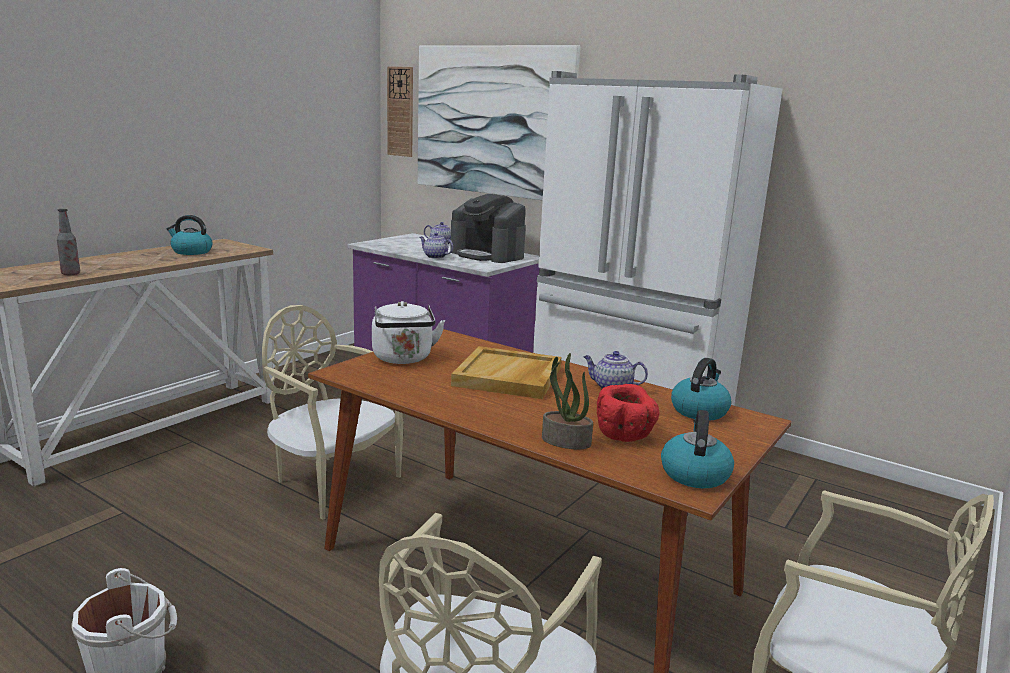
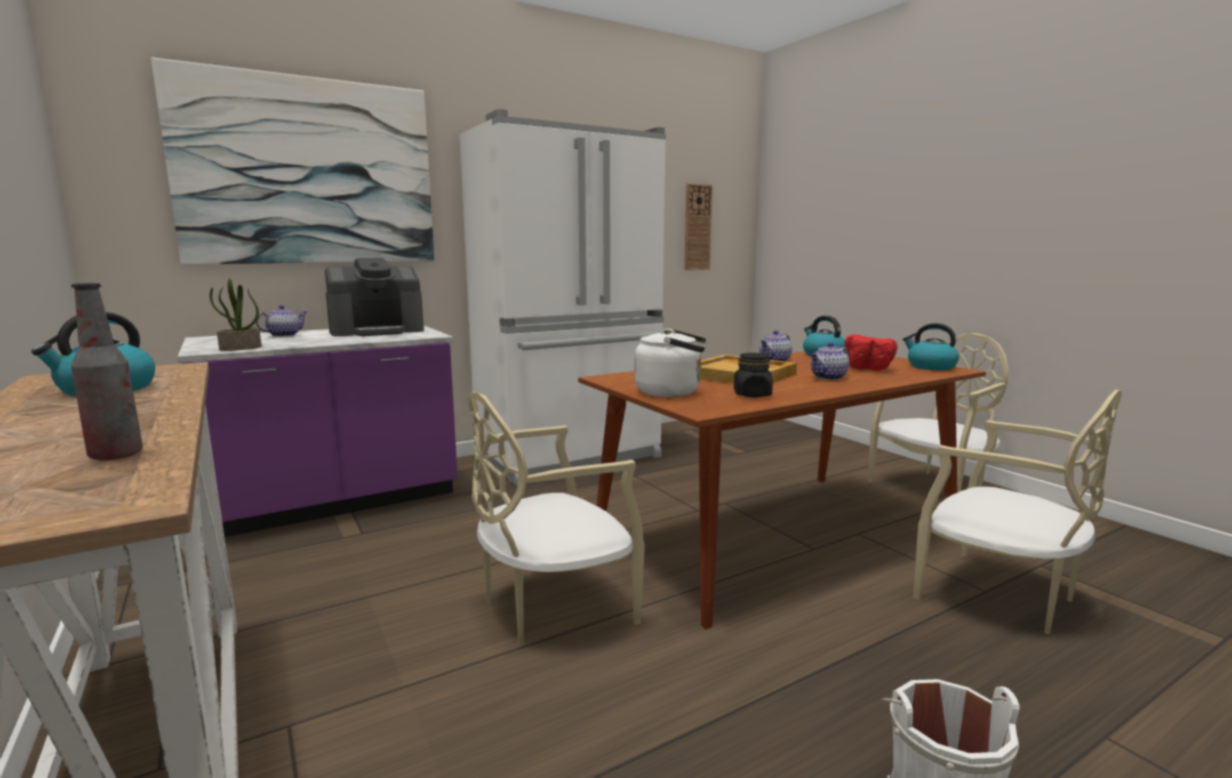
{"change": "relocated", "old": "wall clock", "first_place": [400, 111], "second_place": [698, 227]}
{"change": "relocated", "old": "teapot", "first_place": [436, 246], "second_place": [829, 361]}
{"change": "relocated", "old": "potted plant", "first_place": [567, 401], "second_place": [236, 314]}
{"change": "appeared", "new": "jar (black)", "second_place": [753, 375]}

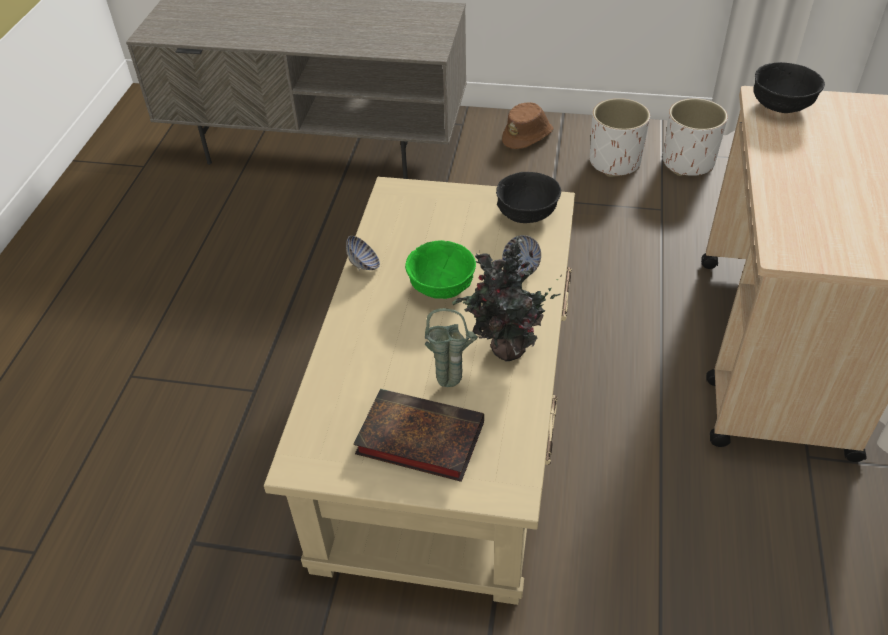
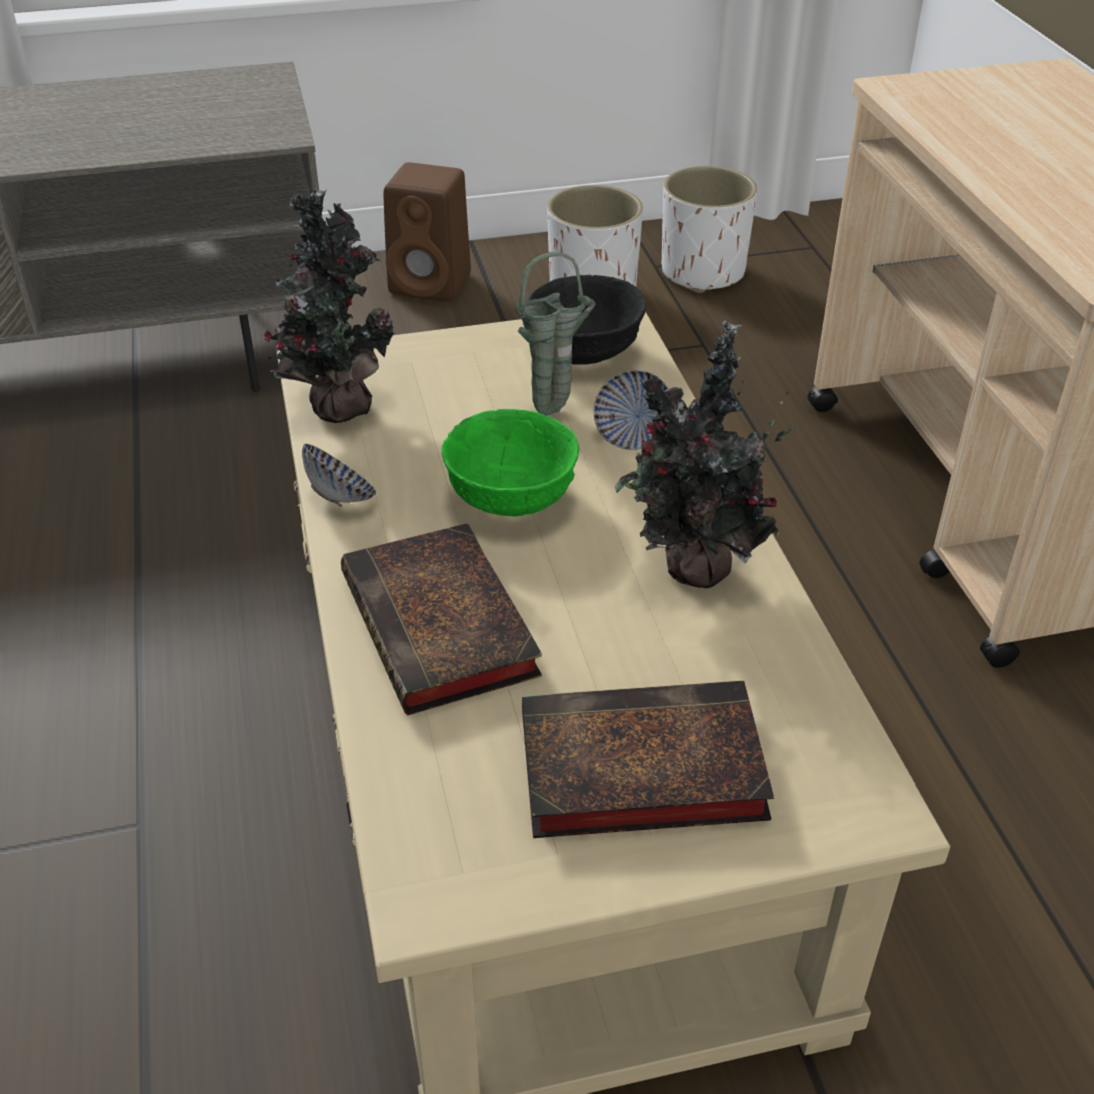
{"change": "relocated", "old": "vase (green)", "first_place": [451, 347], "second_place": [556, 333]}
{"change": "exchanged", "old": "hat (brown)", "new": "speaker (brown)", "first_place": [528, 125], "second_place": [427, 232]}
{"change": "missing", "old": "bowl (black)", "first_place": [789, 87]}
{"change": "appeared", "new": "potted plant", "second_place": [329, 306]}
{"change": "appeared", "new": "book", "second_place": [441, 619]}

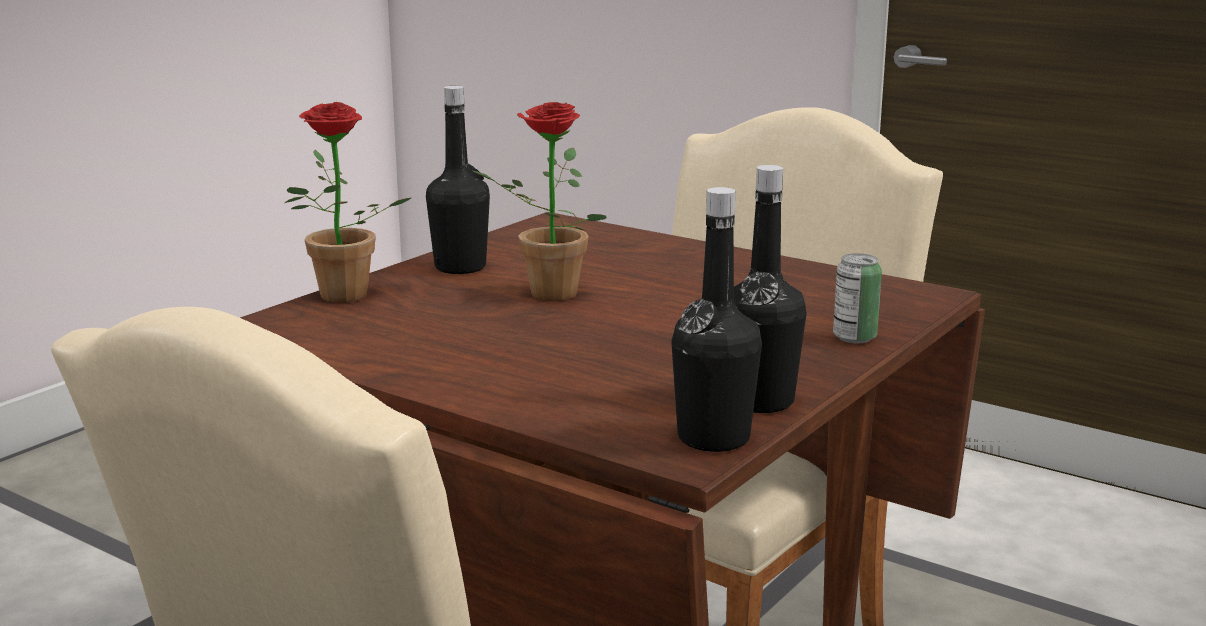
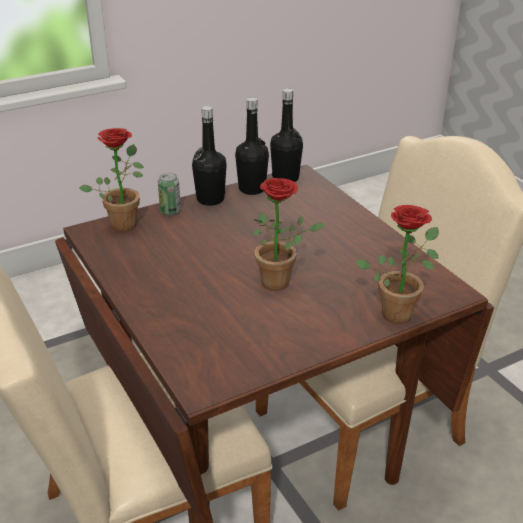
{"change": "relocated", "old": "bottle (black)", "first_place": [458, 180], "second_place": [209, 156]}
{"change": "appeared", "new": "potted plant", "second_place": [111, 180]}

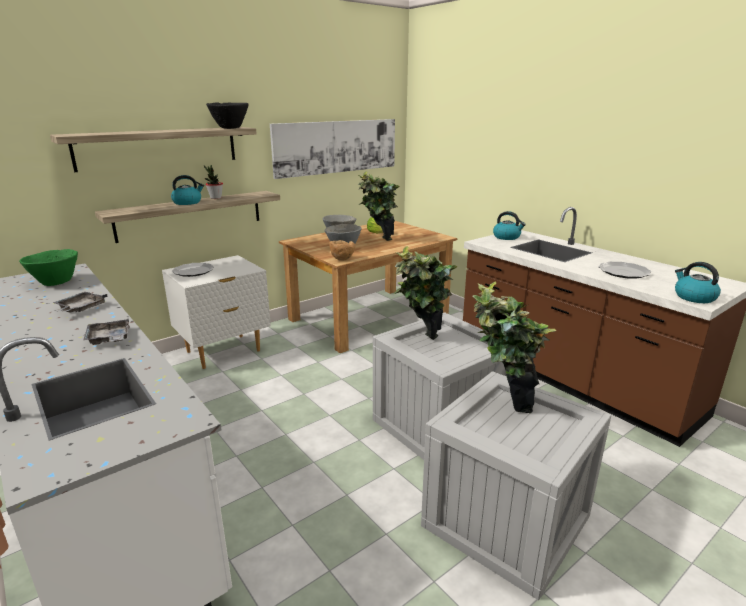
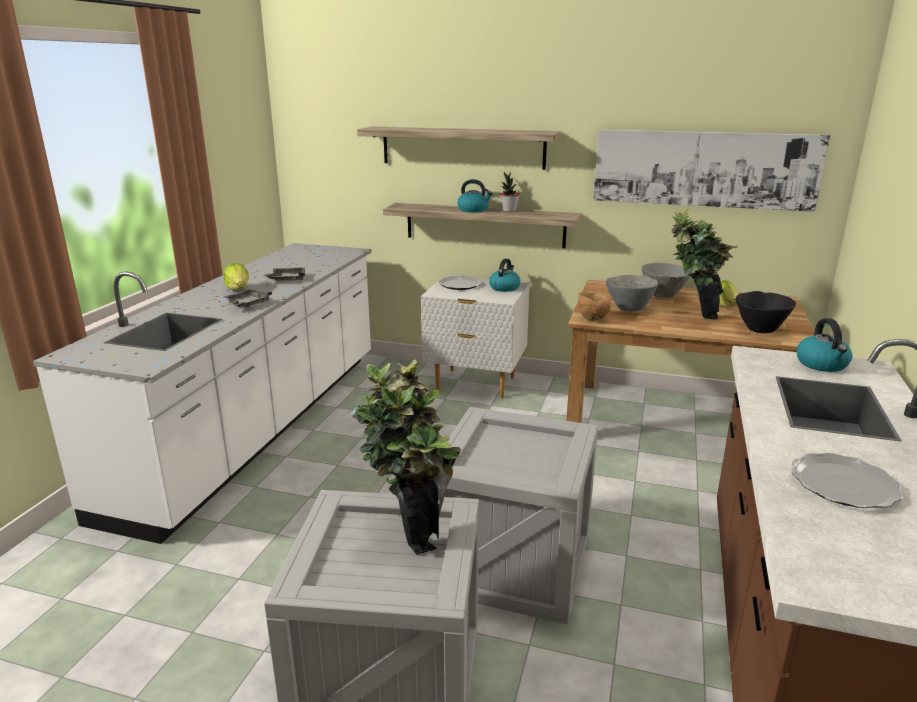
{"change": "missing", "old": "bowl (green)", "first_place": [48, 267]}
{"change": "relocated", "old": "bowl (black)", "first_place": [227, 116], "second_place": [765, 312]}
{"change": "missing", "old": "potted plant", "first_place": [425, 293]}
{"change": "relocated", "old": "kettle", "first_place": [698, 282], "second_place": [504, 275]}
{"change": "appeared", "new": "lettuce", "second_place": [236, 277]}

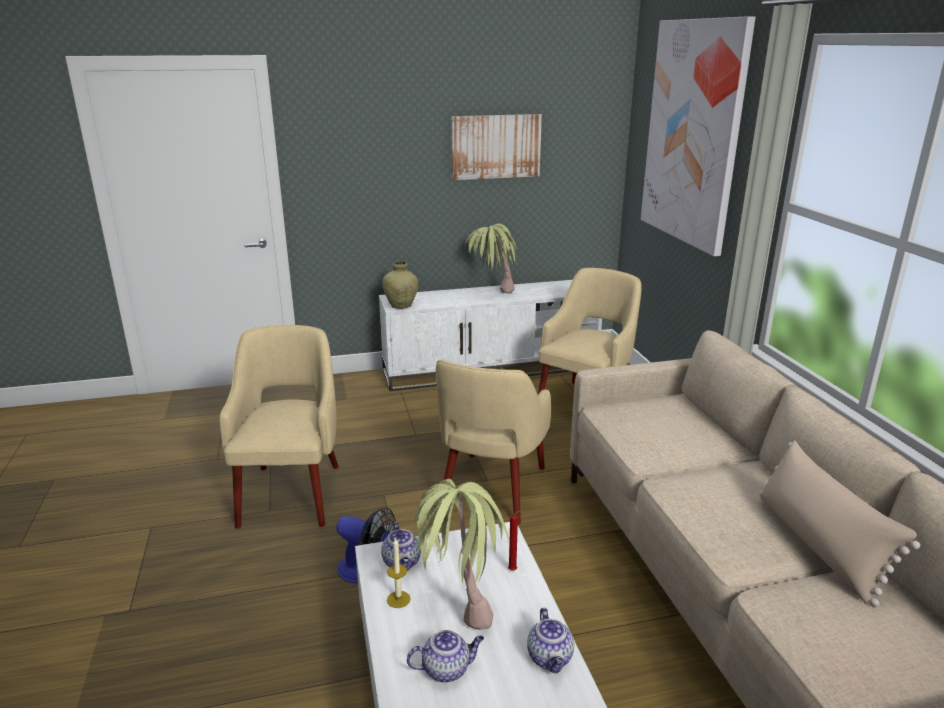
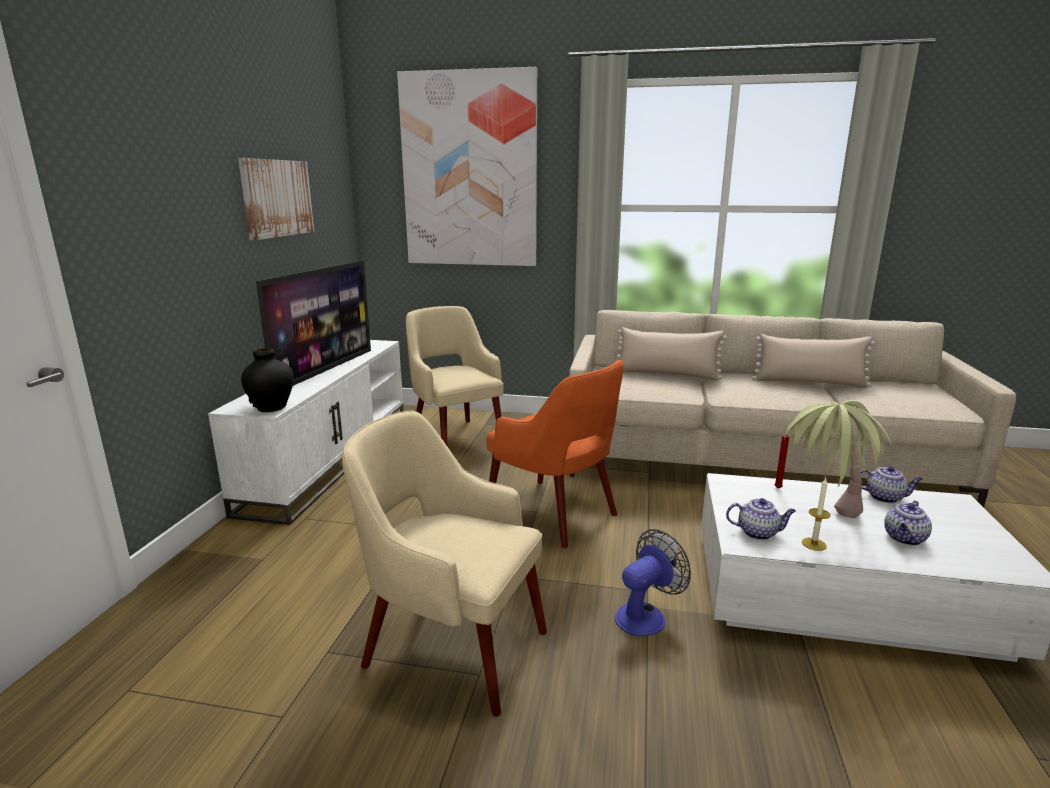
{"change": "colour", "old": "vase (beige)", "new": "vase (black)", "first_place": [400, 285], "second_place": [267, 379]}
{"change": "spun", "old": "teapot", "first_place": [445, 656], "second_place": [908, 523], "degrees": -150}
{"change": "colour", "old": "armchair (beige)", "new": "armchair (orange)", "first_place": [493, 442], "second_place": [555, 454]}
{"change": "exchanged", "old": "potted plant", "new": "television", "first_place": [491, 259], "second_place": [313, 323]}
{"change": "appeared", "new": "pillow (beige)", "second_place": [672, 354]}

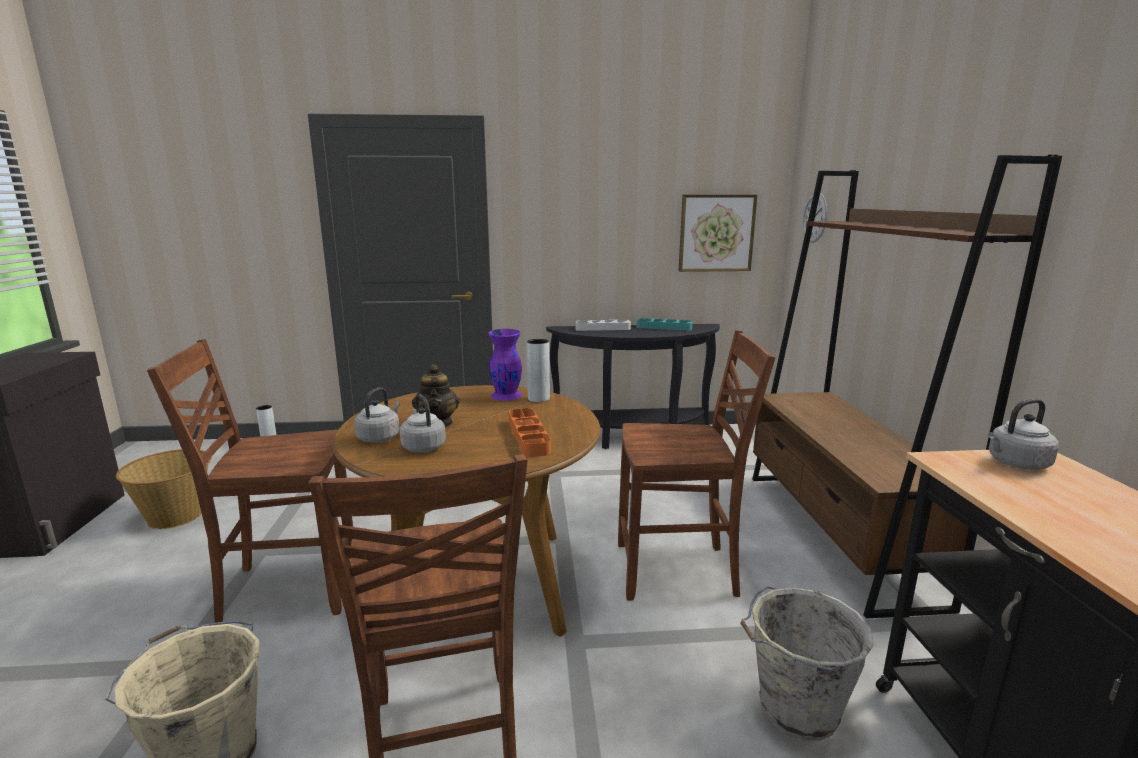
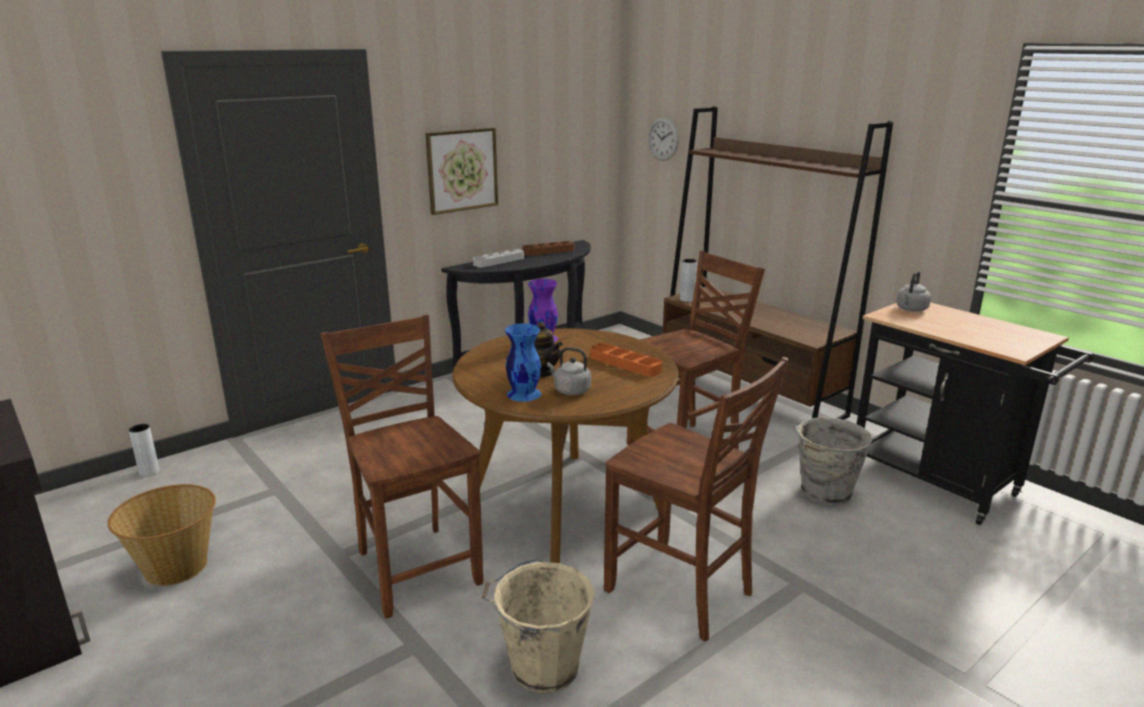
{"change": "spun", "old": "chair (brown)", "first_place": [250, 481], "second_place": [402, 467], "degrees": 105}
{"change": "exchanged", "old": "kettle (grey)", "new": "vase (blue)", "first_place": [377, 415], "second_place": [523, 362]}
{"change": "relocated", "old": "vase (grey)", "first_place": [538, 370], "second_place": [688, 280]}
{"change": "colour", "old": "tray (turquoise)", "new": "tray (brown)", "first_place": [665, 324], "second_place": [548, 248]}
{"change": "relocated", "old": "picture", "first_place": [718, 233], "second_place": [461, 171]}

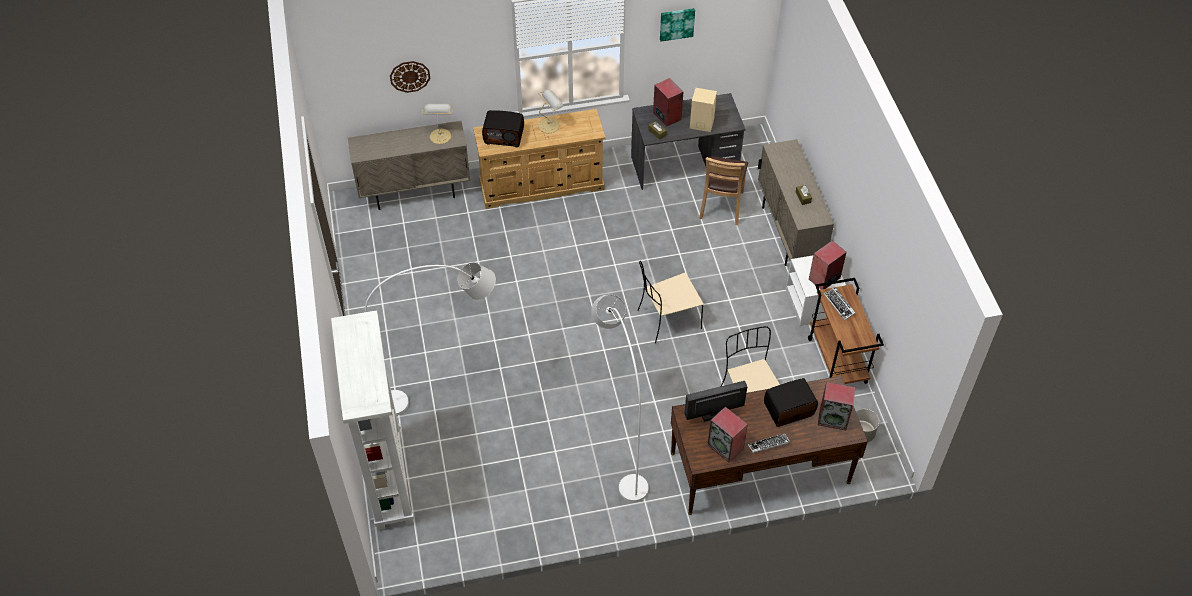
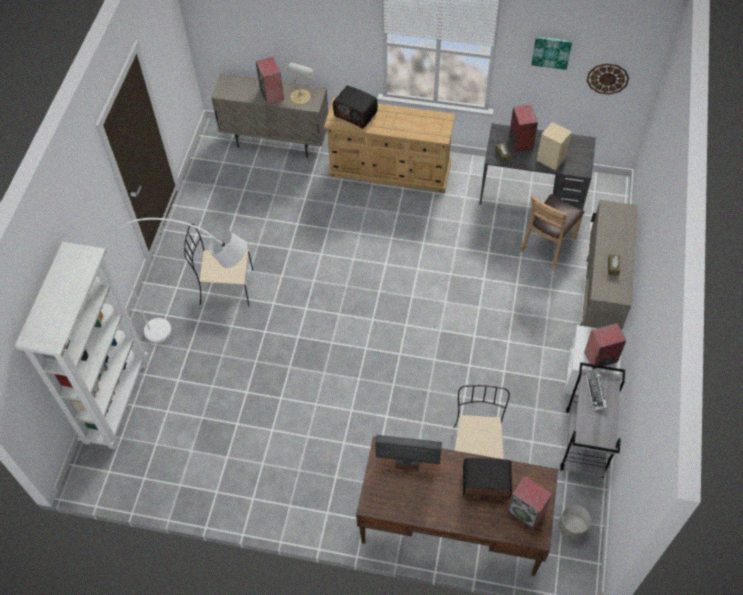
{"change": "relocated", "old": "wall clock", "first_place": [410, 77], "second_place": [608, 79]}
{"change": "missing", "old": "table lamp", "first_place": [551, 111]}
{"change": "missing", "old": "floor lamp (white)", "first_place": [620, 398]}
{"change": "relocated", "old": "chair (beige)", "first_place": [671, 302], "second_place": [218, 265]}
{"change": "relocated", "old": "speaker", "first_place": [727, 434], "second_place": [270, 81]}
{"change": "missing", "old": "keyboard", "first_place": [768, 443]}
{"change": "colour", "old": "cart (brown)", "new": "cart (grey)", "first_place": [846, 331], "second_place": [592, 420]}

